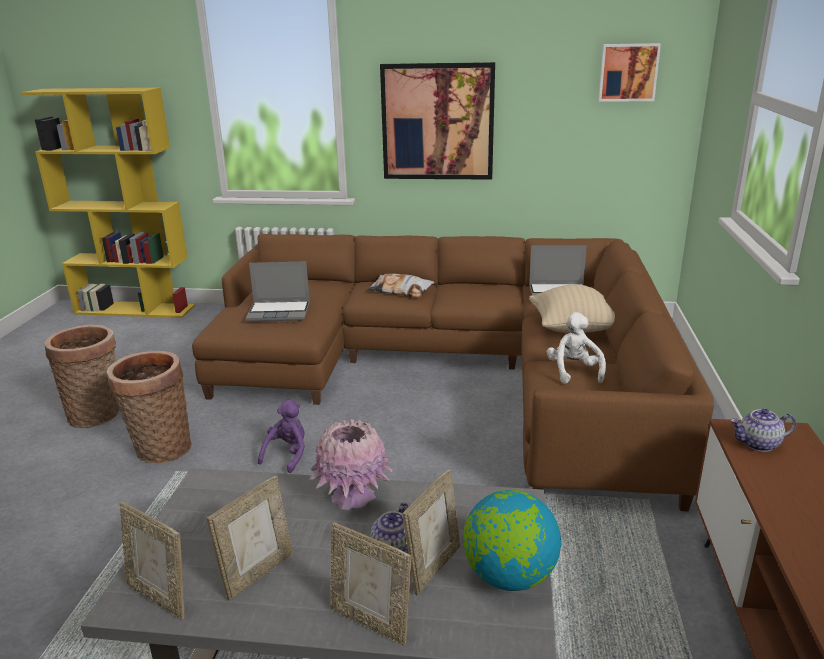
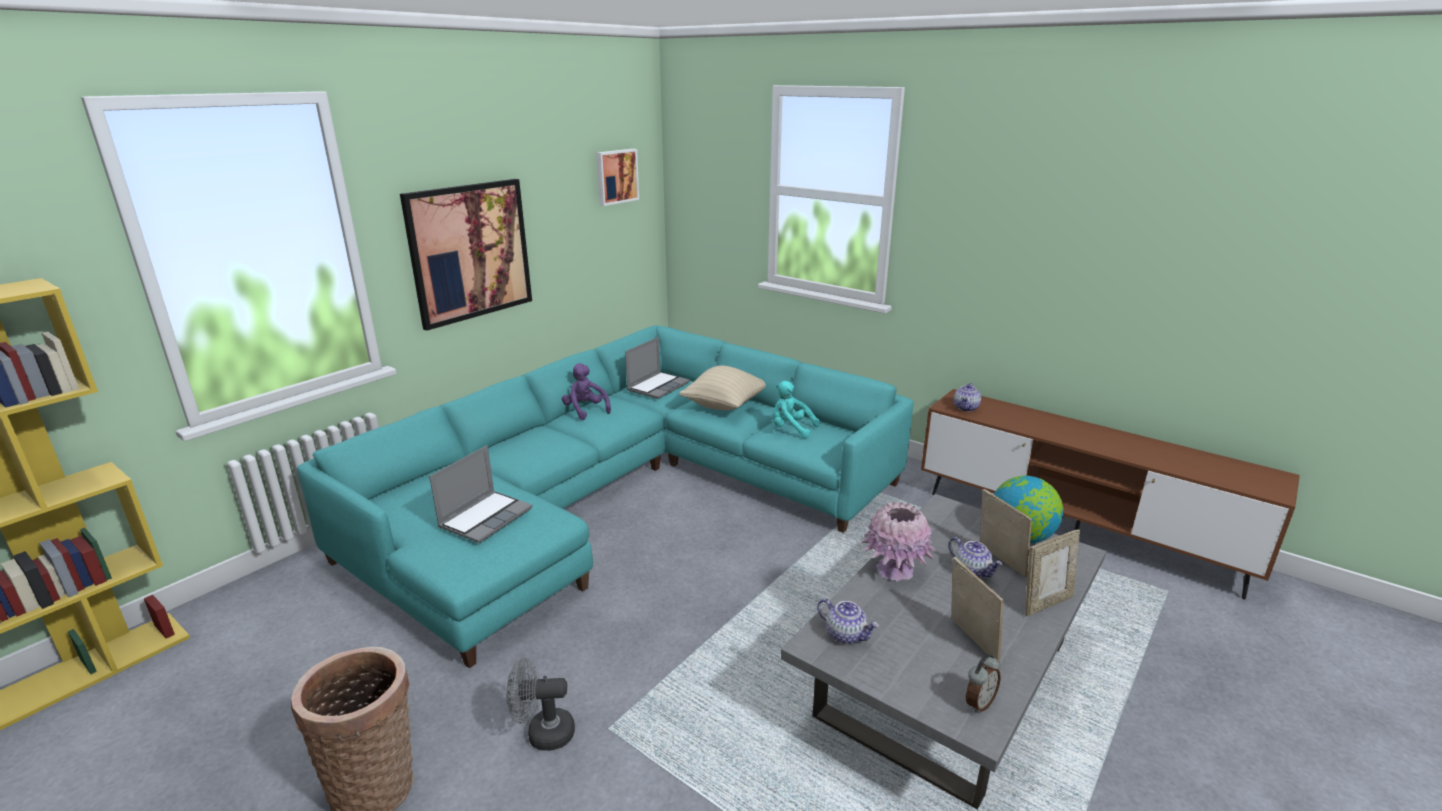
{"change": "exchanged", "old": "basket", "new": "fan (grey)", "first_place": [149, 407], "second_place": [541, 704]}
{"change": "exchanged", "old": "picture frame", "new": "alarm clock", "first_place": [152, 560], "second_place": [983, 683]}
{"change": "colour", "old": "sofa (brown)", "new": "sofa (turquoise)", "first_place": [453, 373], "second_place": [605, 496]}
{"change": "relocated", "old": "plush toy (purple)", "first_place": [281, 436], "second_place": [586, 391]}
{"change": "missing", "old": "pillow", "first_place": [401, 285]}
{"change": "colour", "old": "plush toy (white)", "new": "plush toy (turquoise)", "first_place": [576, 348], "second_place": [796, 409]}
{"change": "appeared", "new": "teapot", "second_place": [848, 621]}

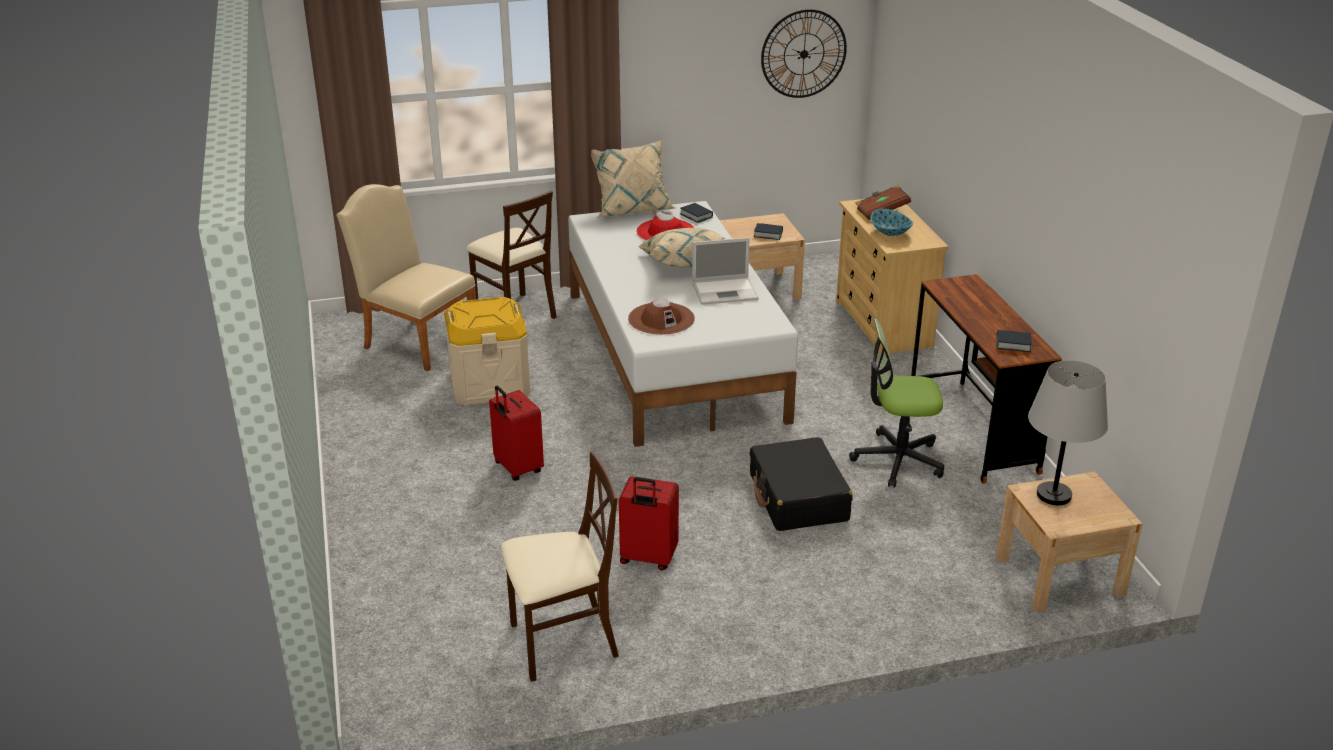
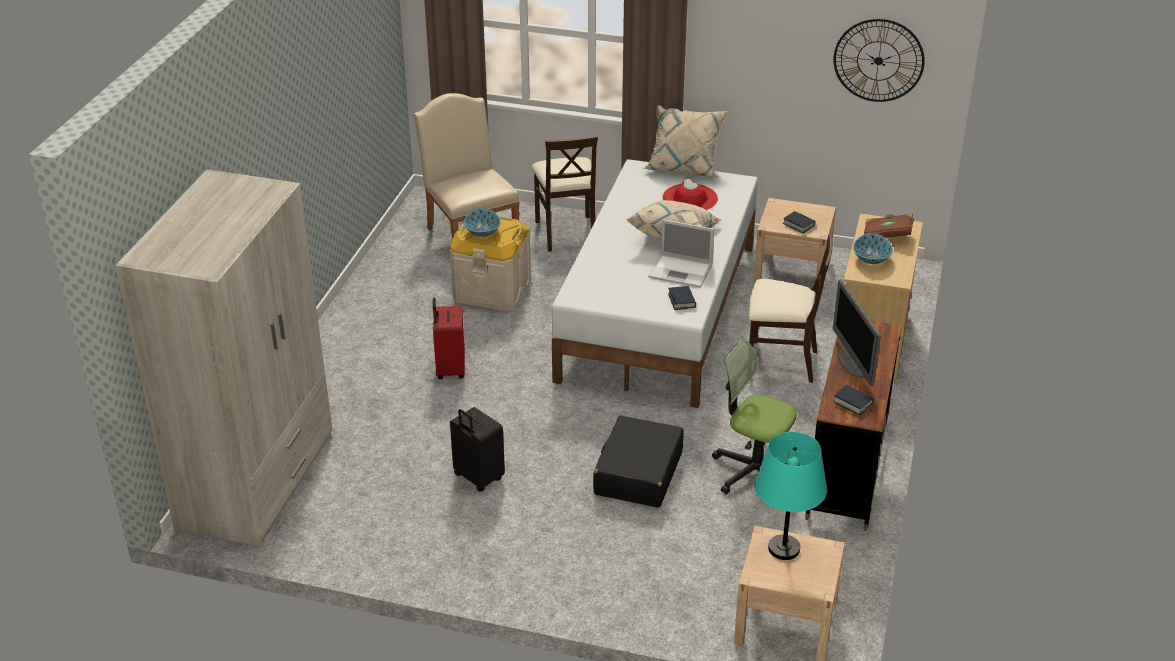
{"change": "relocated", "old": "chair (beige)", "first_place": [560, 567], "second_place": [790, 308]}
{"change": "colour", "old": "suitcase (red)", "new": "suitcase (black)", "first_place": [649, 523], "second_place": [477, 449]}
{"change": "missing", "old": "hat (brown)", "first_place": [661, 317]}
{"change": "relocated", "old": "book", "first_place": [696, 213], "second_place": [682, 298]}
{"change": "colour", "old": "table lamp (grey)", "new": "table lamp (turquoise)", "first_place": [1068, 432], "second_place": [791, 496]}
{"change": "appeared", "new": "wardrobe (beige)", "second_place": [223, 358]}
{"change": "appeared", "new": "bowl", "second_place": [482, 222]}
{"change": "appeared", "new": "monitor", "second_place": [857, 333]}

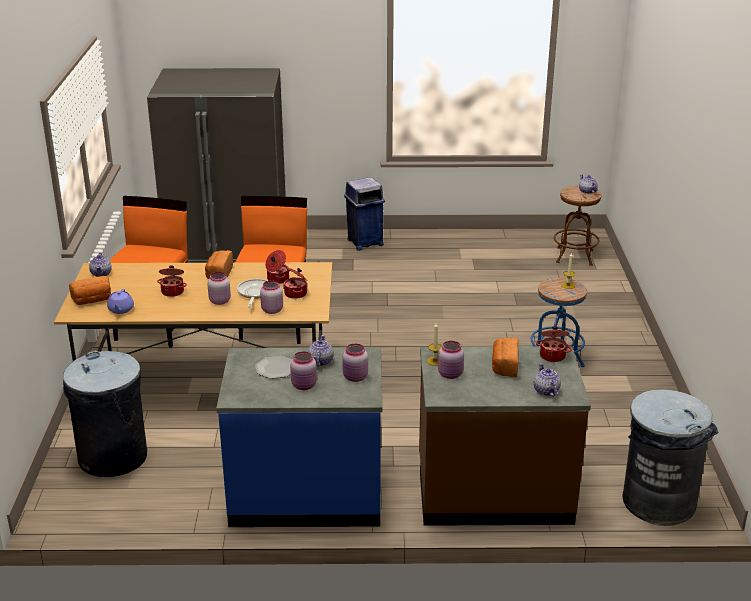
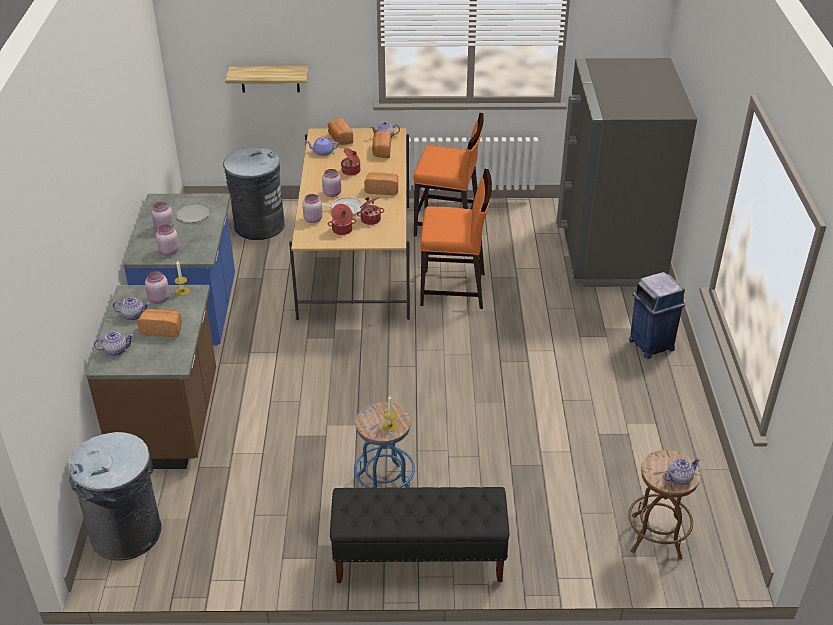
{"change": "relocated", "old": "teapot", "first_place": [320, 351], "second_place": [131, 308]}
{"change": "missing", "old": "cooking pot", "first_place": [554, 344]}
{"change": "appeared", "new": "shelf", "second_place": [267, 79]}
{"change": "appeared", "new": "bench (black)", "second_place": [419, 535]}
{"change": "appeared", "new": "bread", "second_place": [381, 144]}

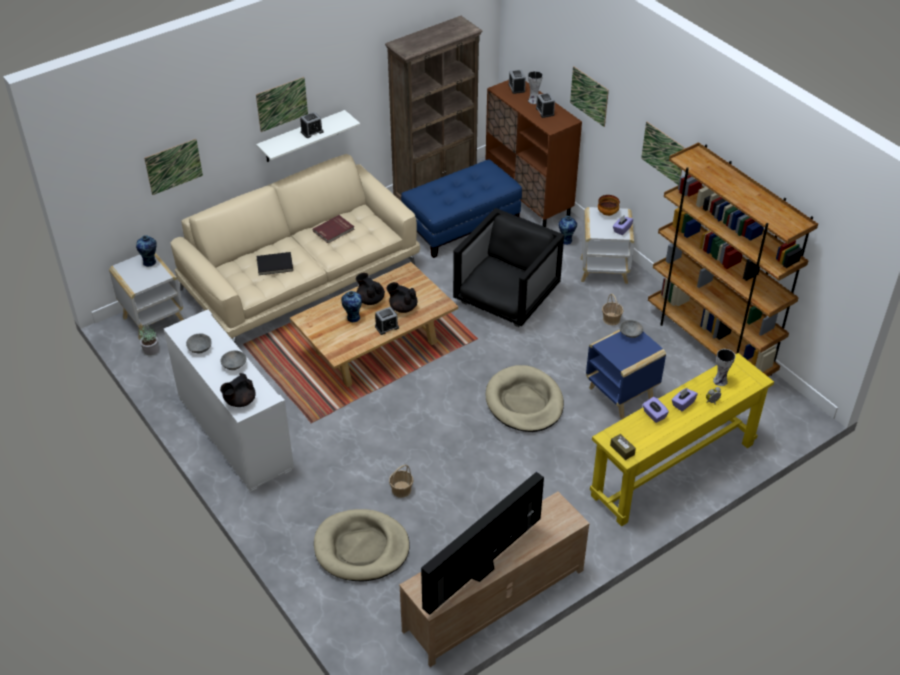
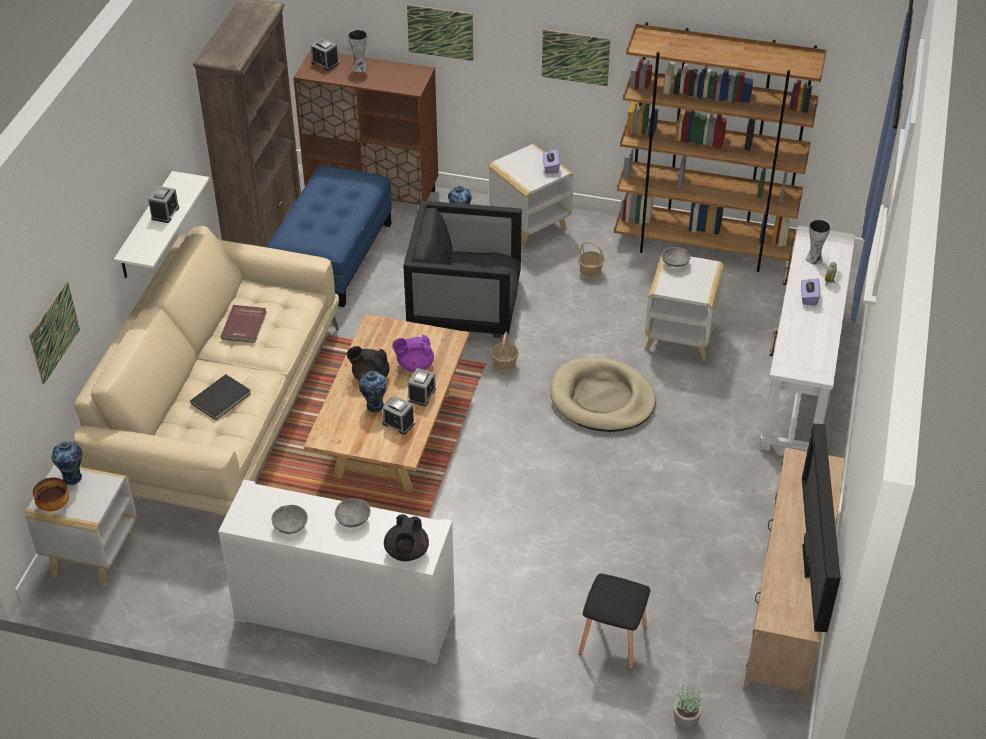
{"change": "relocated", "old": "potted plant", "first_place": [149, 340], "second_place": [688, 707]}
{"change": "missing", "old": "picture", "first_place": [282, 104]}
{"change": "exchanged", "old": "dog bed (beige)", "new": "stool (black)", "first_place": [362, 545], "second_place": [614, 622]}
{"change": "colour", "old": "teapot (black)", "new": "teapot (purple)", "first_place": [401, 297], "second_place": [413, 353]}
{"change": "relocated", "old": "basket", "first_place": [401, 481], "second_place": [505, 352]}
{"change": "spun", "old": "armchair (black)", "first_place": [508, 267], "second_place": [462, 269], "degrees": -75}
{"change": "relocated", "old": "alarm clock", "first_place": [545, 105], "second_place": [398, 415]}
{"change": "colour", "old": "side table (blue)", "new": "side table (white)", "first_place": [626, 374], "second_place": [684, 307]}
{"change": "colour", "old": "console table (yellow)", "new": "console table (white)", "first_place": [682, 439], "second_place": [808, 338]}
{"change": "relocated", "old": "bowl", "first_place": [609, 205], "second_place": [51, 495]}
{"change": "missing", "old": "tissue box (brown)", "first_place": [623, 447]}
{"change": "missing", "old": "tissue box (purple)", "first_place": [656, 410]}

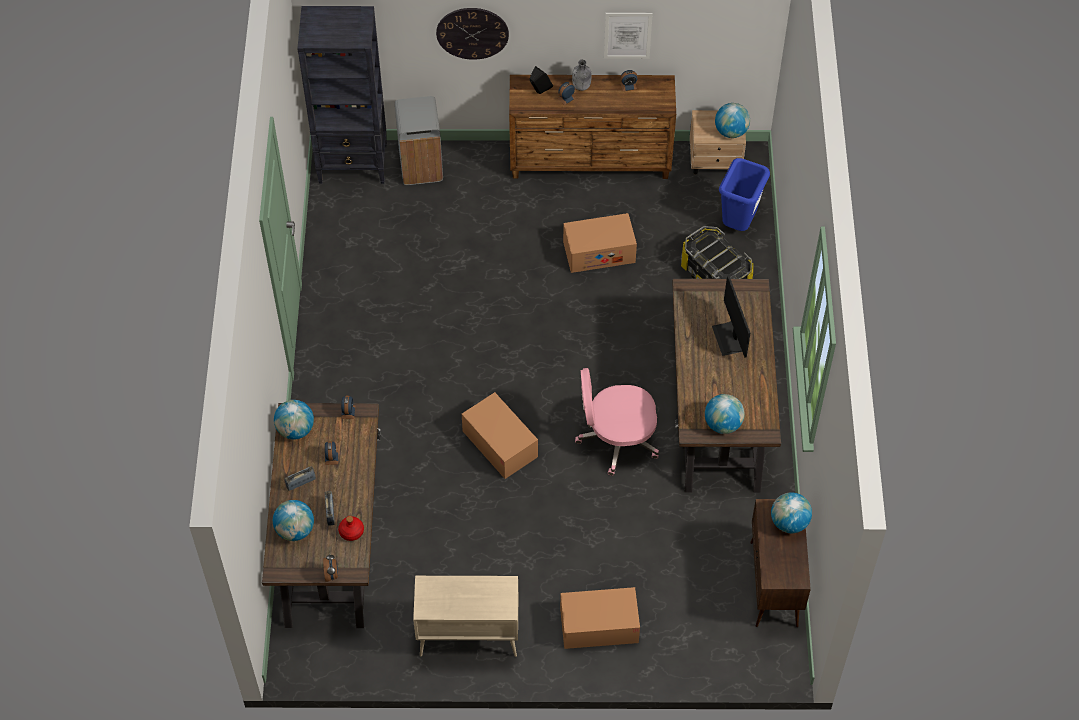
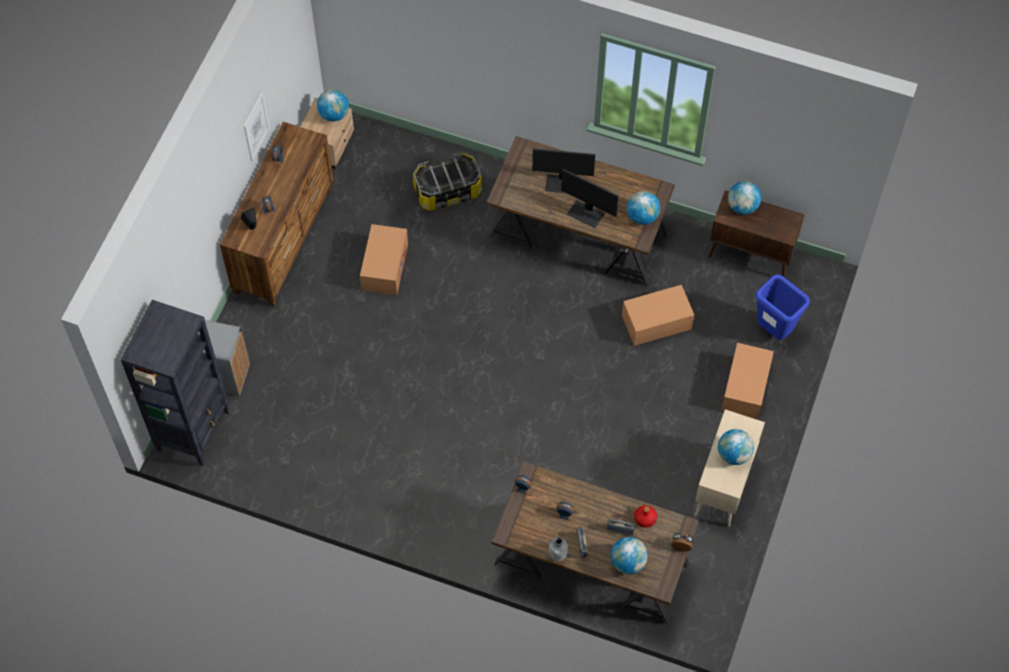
{"change": "relocated", "old": "globe", "first_place": [294, 420], "second_place": [736, 447]}
{"change": "missing", "old": "wall clock", "first_place": [472, 34]}
{"change": "relocated", "old": "cardboard box", "first_place": [500, 435], "second_place": [658, 315]}
{"change": "relocated", "old": "bottle (grey)", "first_place": [581, 75], "second_place": [558, 549]}
{"change": "missing", "old": "office chair (pink)", "first_place": [617, 422]}
{"change": "relocated", "old": "trash can (blue)", "first_place": [744, 194], "second_place": [782, 307]}
{"change": "appeared", "new": "monitor", "second_place": [590, 198]}

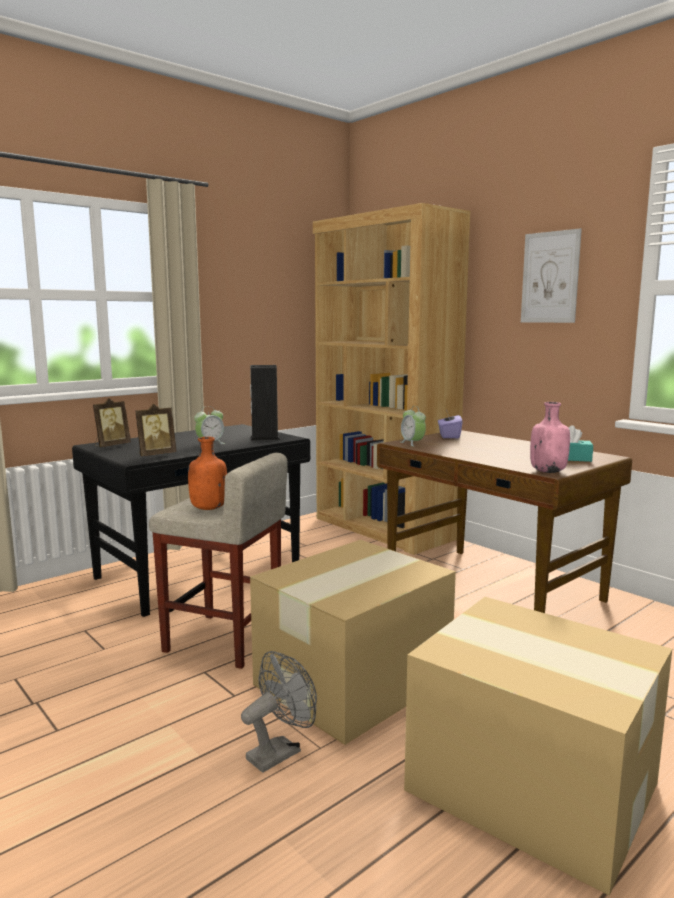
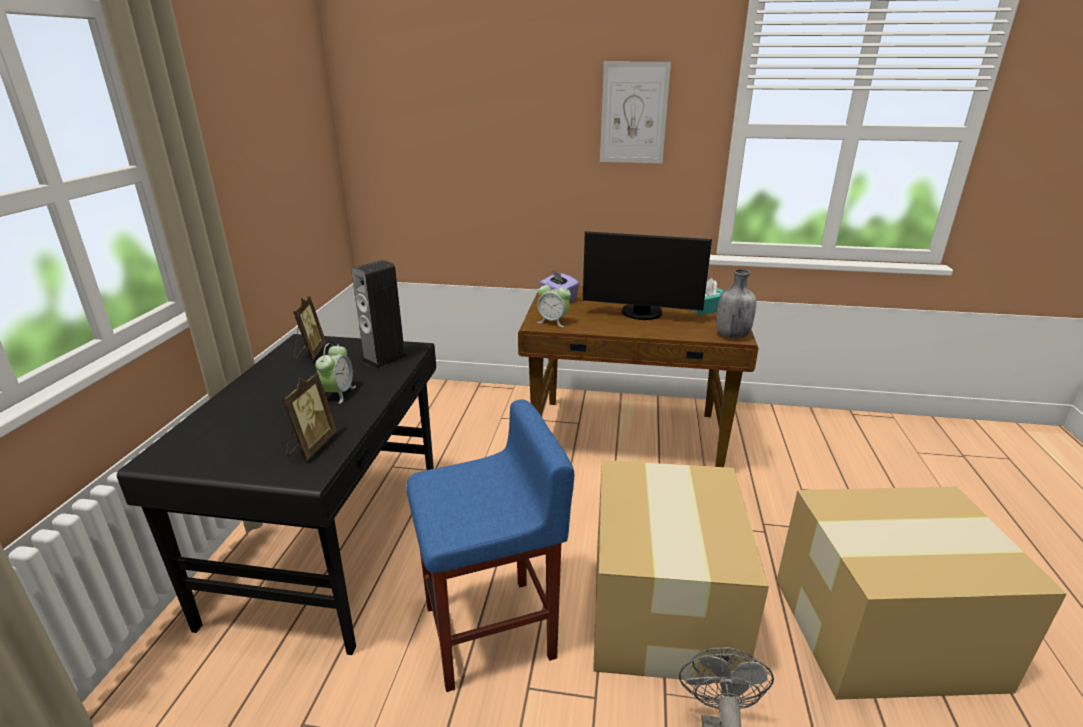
{"change": "relocated", "old": "picture frame", "first_place": [112, 422], "second_place": [309, 328]}
{"change": "colour", "old": "stool (beige)", "new": "stool (blue)", "first_place": [218, 561], "second_place": [490, 545]}
{"change": "missing", "old": "bottle (orange)", "first_place": [207, 473]}
{"change": "missing", "old": "bookcase (brown)", "first_place": [391, 379]}
{"change": "colour", "old": "bottle (pink)", "new": "bottle (grey)", "first_place": [550, 437], "second_place": [736, 303]}
{"change": "appeared", "new": "monitor", "second_place": [647, 275]}

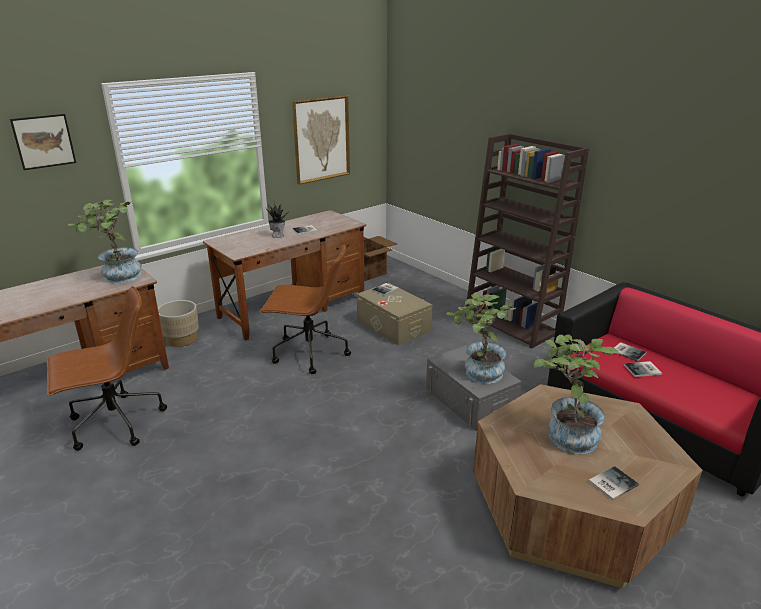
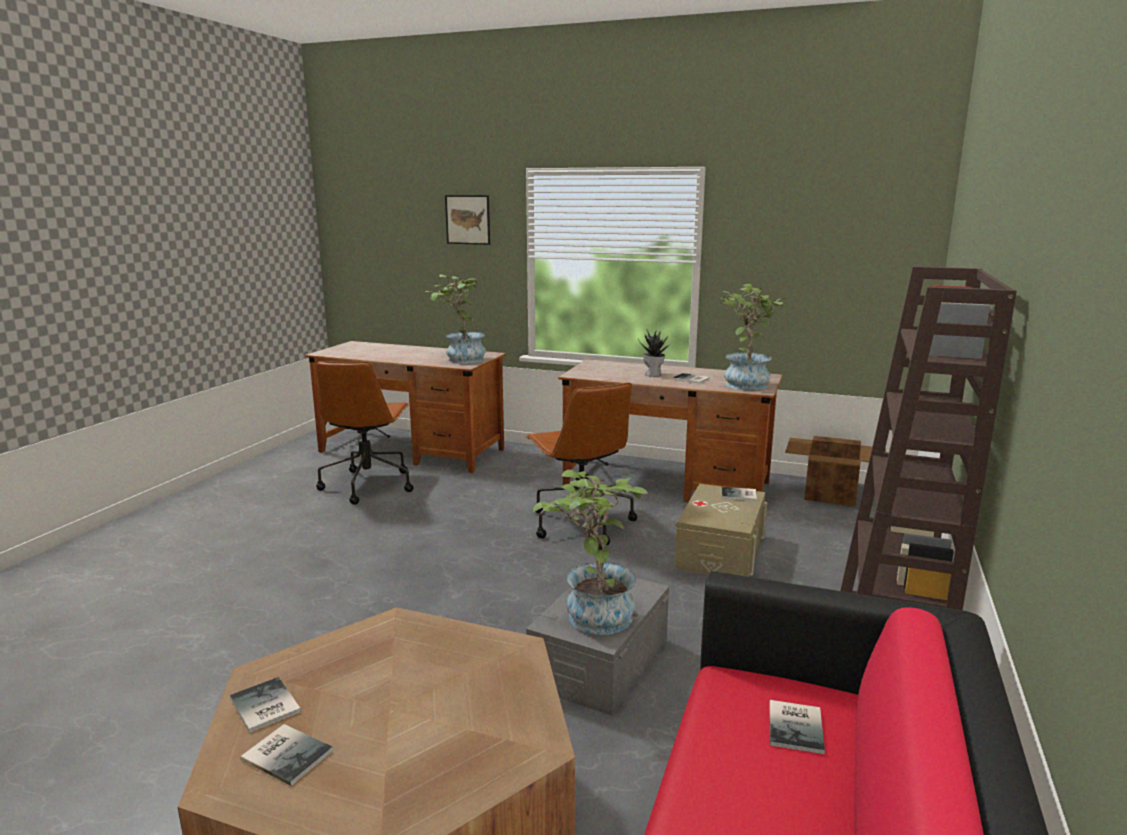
{"change": "spun", "old": "office chair (brown)", "first_place": [107, 368], "second_place": [364, 433], "degrees": 60}
{"change": "missing", "old": "planter (beige)", "first_place": [178, 323]}
{"change": "missing", "old": "picture", "first_place": [321, 140]}
{"change": "relocated", "old": "potted plant", "first_place": [577, 394], "second_place": [753, 337]}
{"change": "relocated", "old": "book", "first_place": [643, 369], "second_place": [265, 705]}

